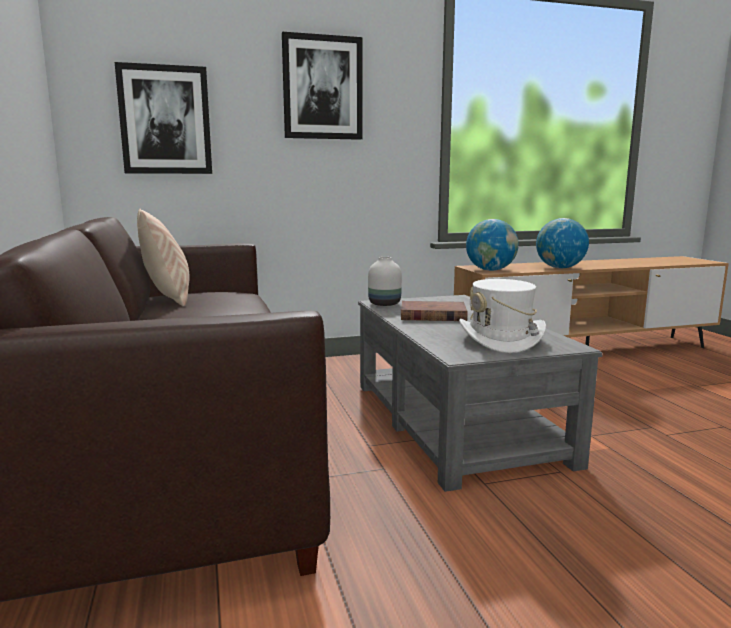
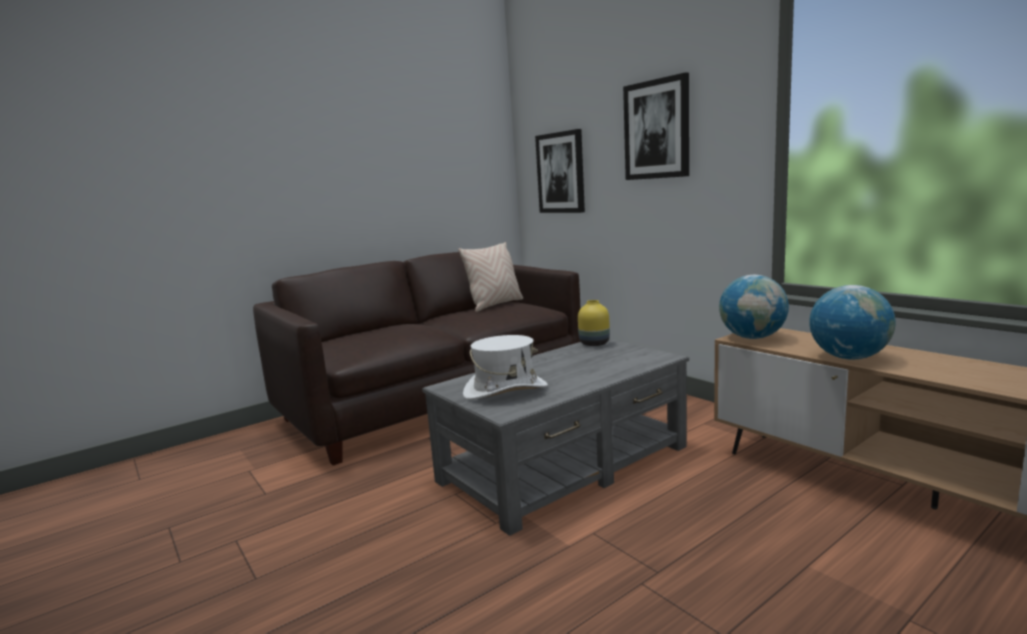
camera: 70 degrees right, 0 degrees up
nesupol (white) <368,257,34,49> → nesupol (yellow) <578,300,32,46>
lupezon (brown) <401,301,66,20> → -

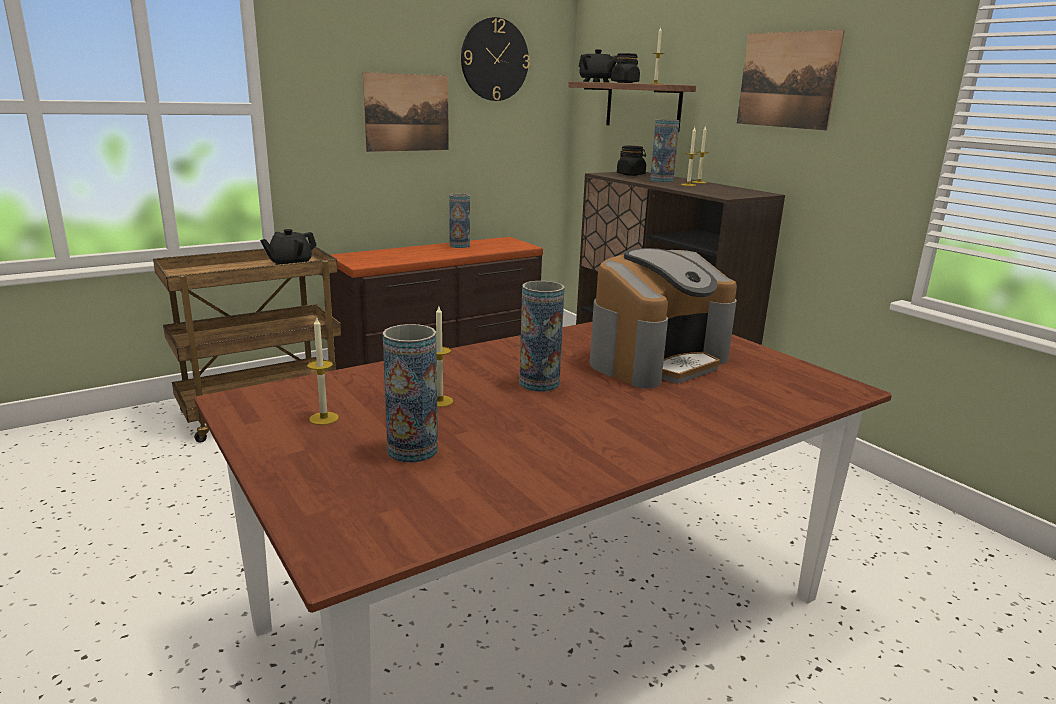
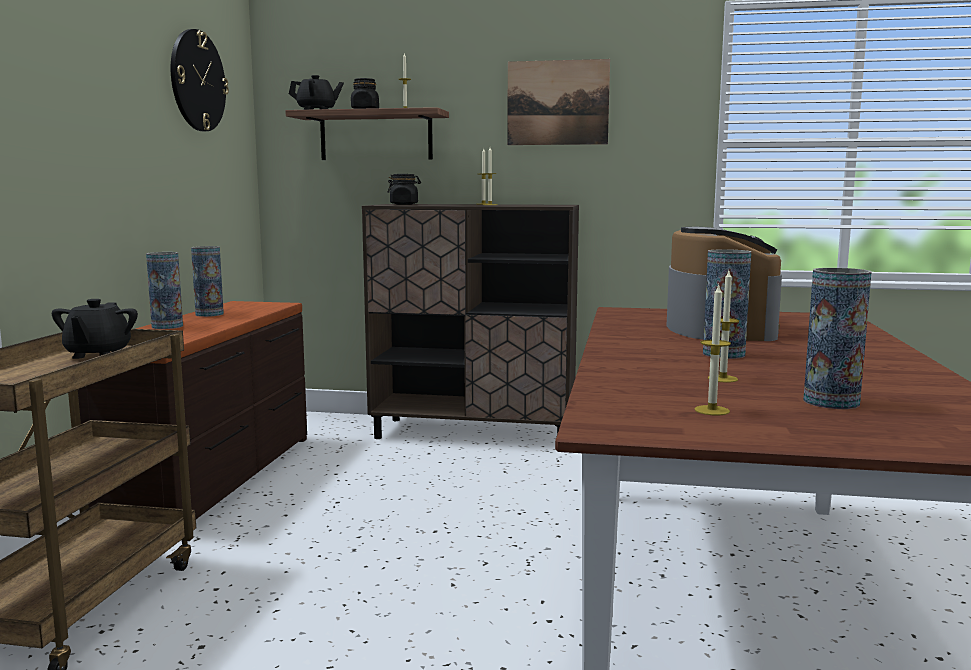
camera: 45 degrees left, 10 degrees down
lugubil <362,72,87,80> → -
nesupol <650,119,30,63> → nesupol <146,252,37,77>, shifted

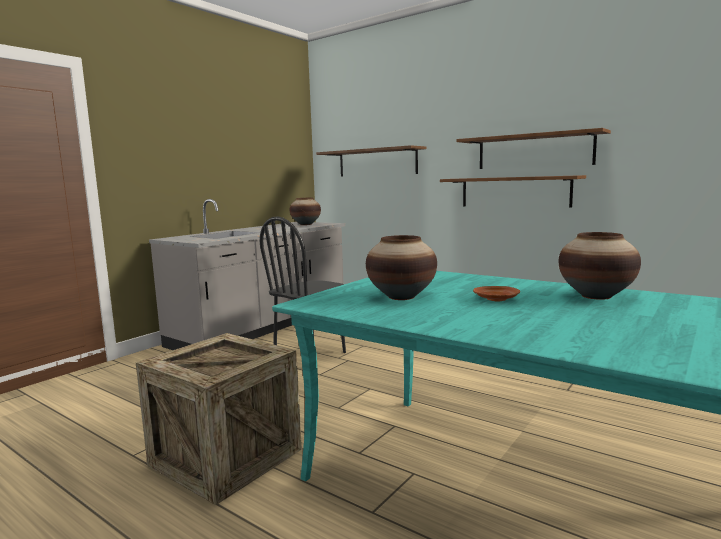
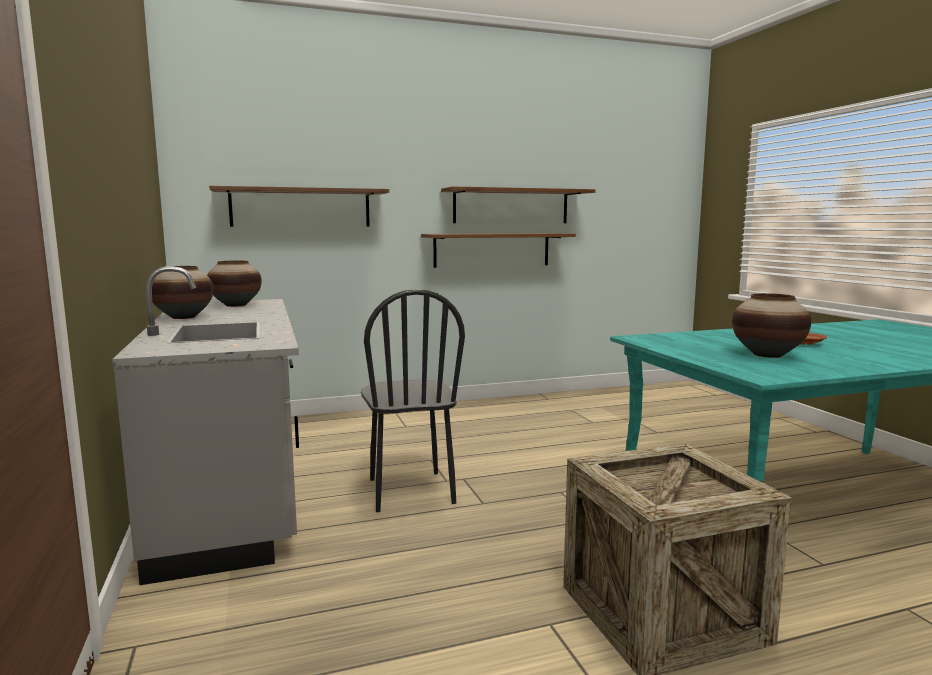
camera: 55 degrees left, 0 degrees up
nesupol <559,232,82,68> → nesupol <152,266,61,53>, shifted

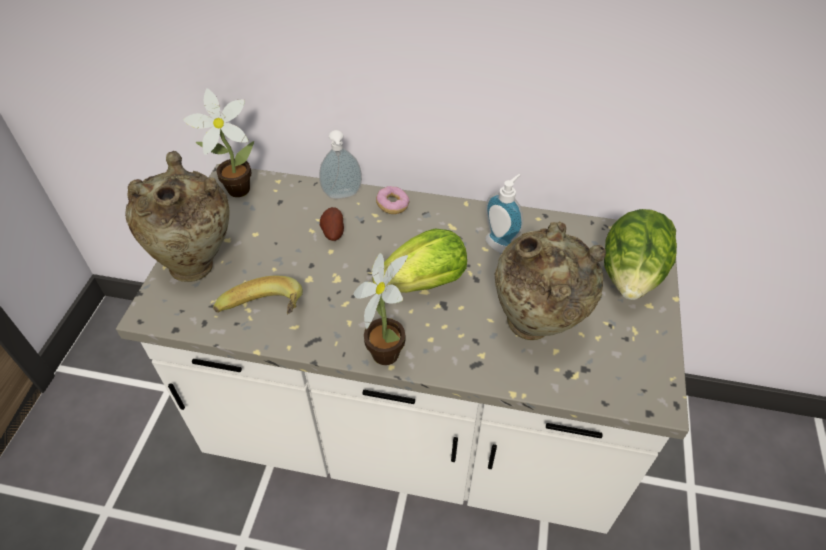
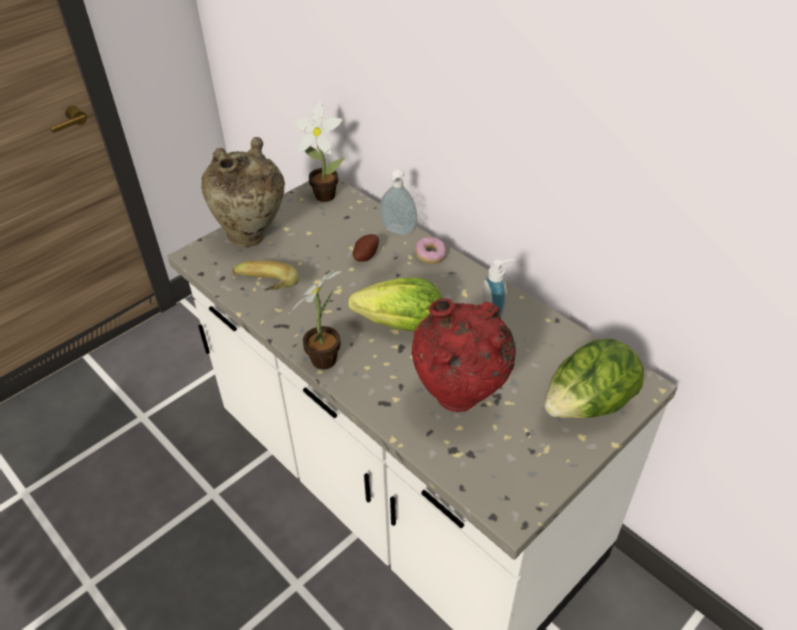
camera: 35 degrees right, 5 degrees down
nesupol (beige) <495,221,111,119> → nesupol (red) <411,298,105,114>

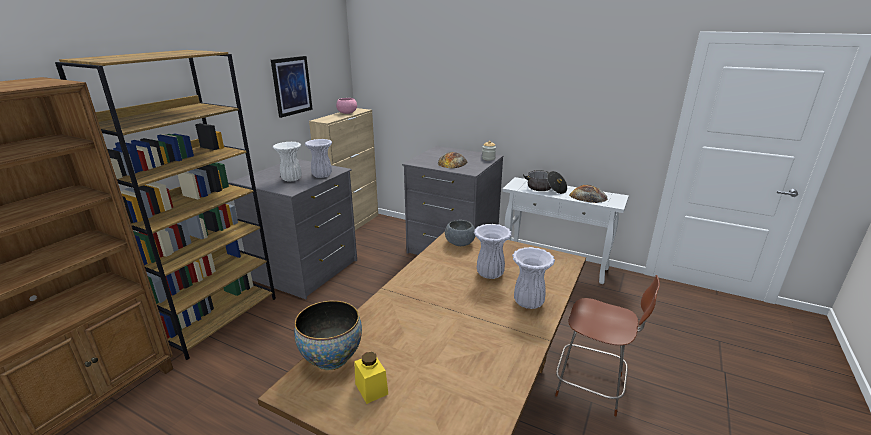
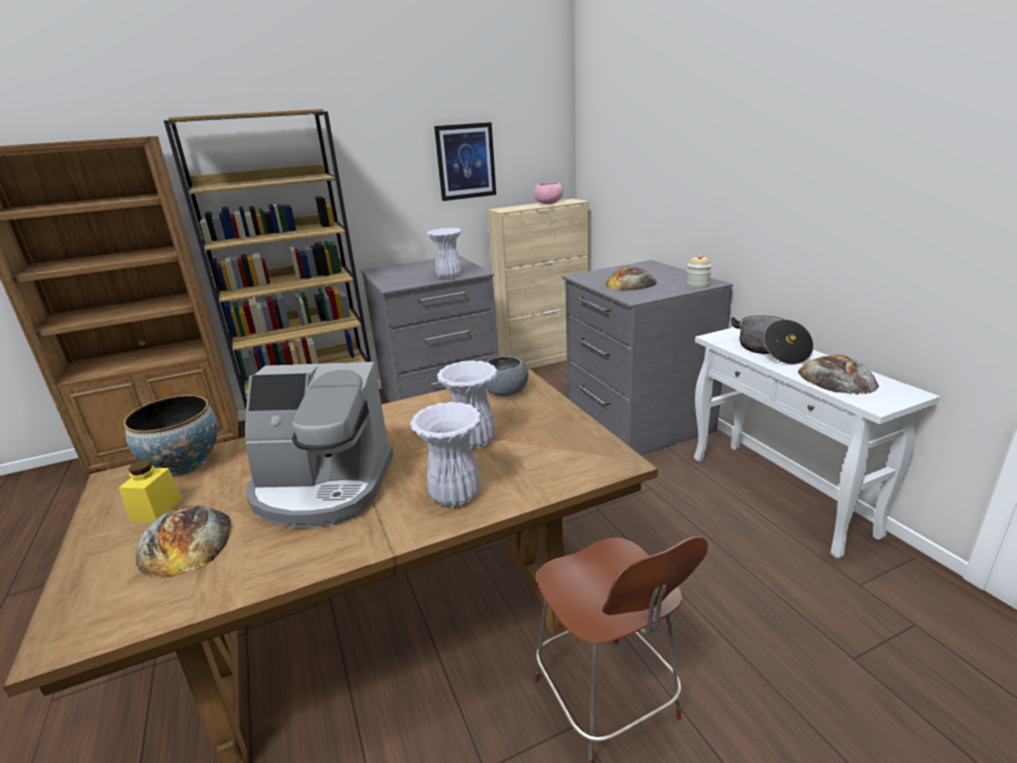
camera: 40 degrees right, 0 degrees up
nesupol (white) <273,142,29,40> → -
- → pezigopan <245,362,149,166>
- → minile <136,506,95,72>

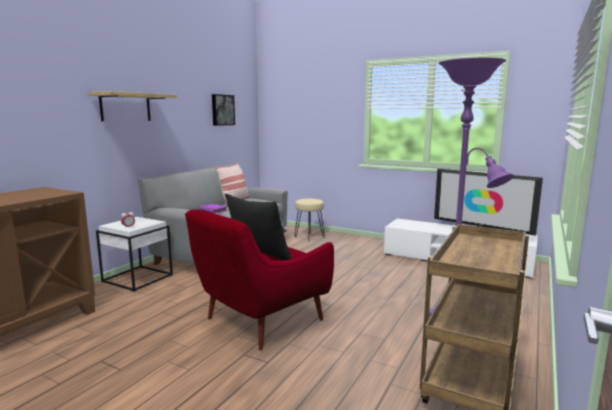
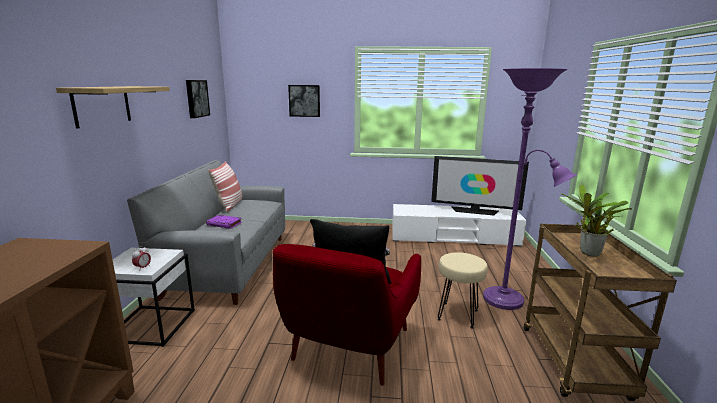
camera: 25 degrees left, 5 degrees up
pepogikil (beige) <295,199,29,43> → pepogikil (beige) <437,252,51,77>, shifted
- → lugubil <288,85,32,32>
- → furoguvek <561,184,71,73>

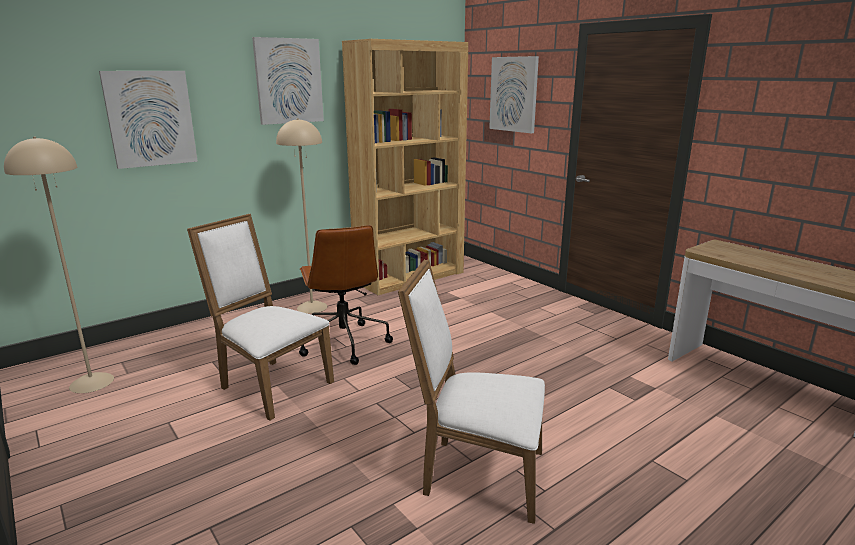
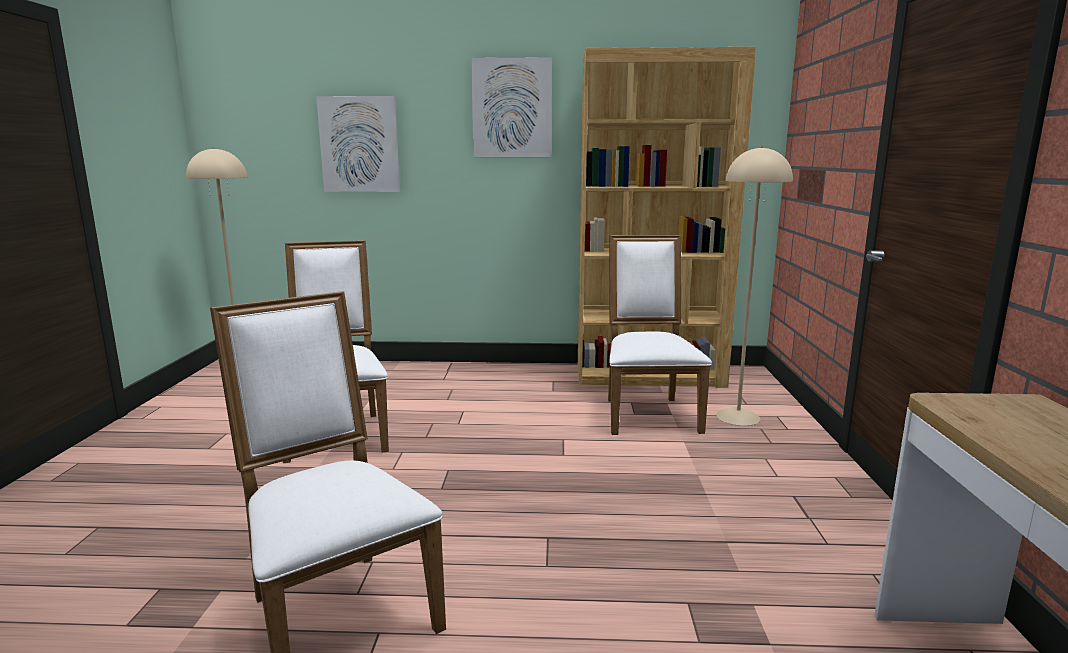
camera: 40 degrees right, 5 degrees down
lugubil <489,56,50,77> → -
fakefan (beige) <276,118,51,196> → fakefan (beige) <716,146,77,280>, shifted
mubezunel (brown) <299,225,94,140> → -
- → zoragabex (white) <608,235,104,200>

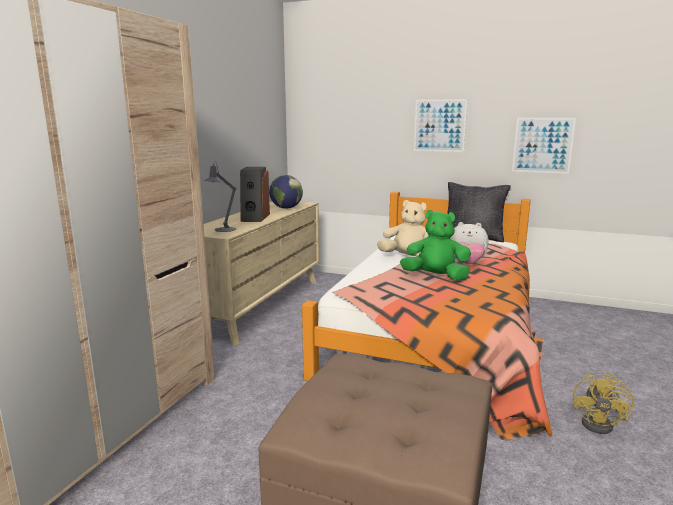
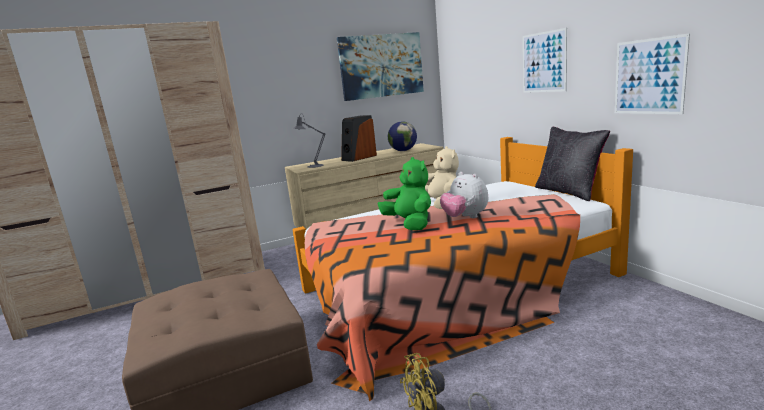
camera: 45 degrees right, 0 degrees up
- → lugubil <337,32,87,69>

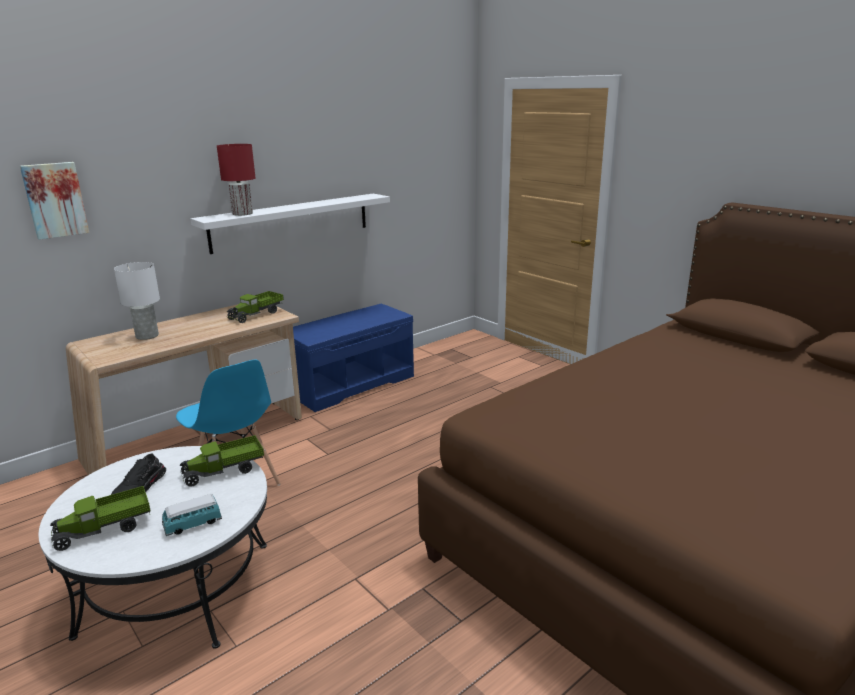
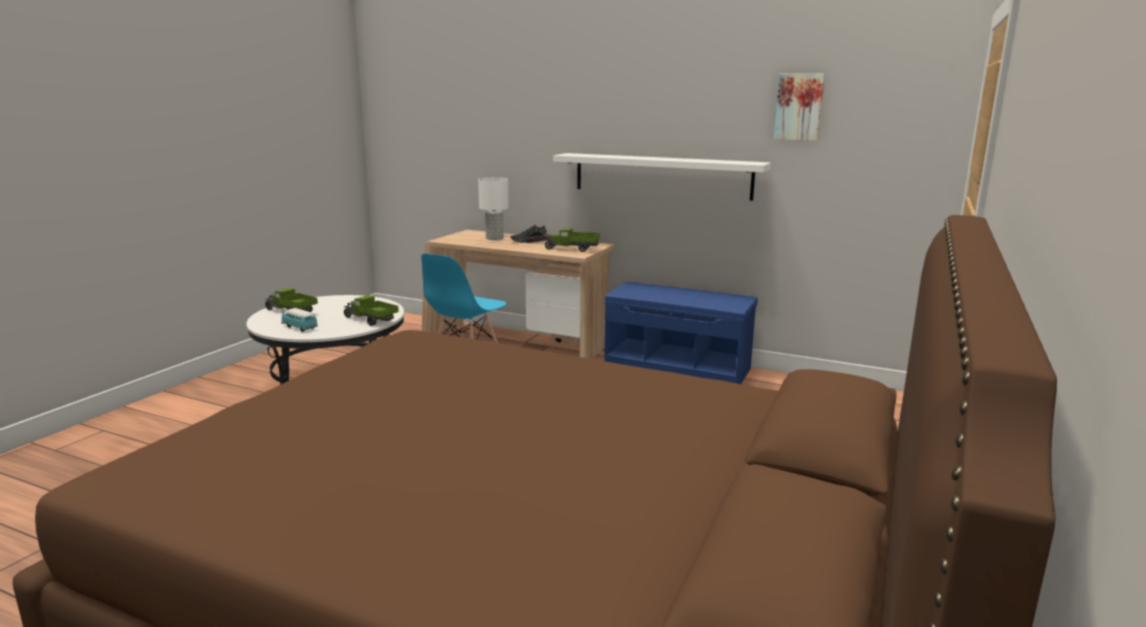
camera: 65 degrees right, 5 degrees down
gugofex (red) <217,144,38,72> → -
lugubil <20,162,69,78> → lugubil <774,73,51,68>, shifted
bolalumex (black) <111,454,55,41> → bolalumex (black) <511,225,38,18>, shifted

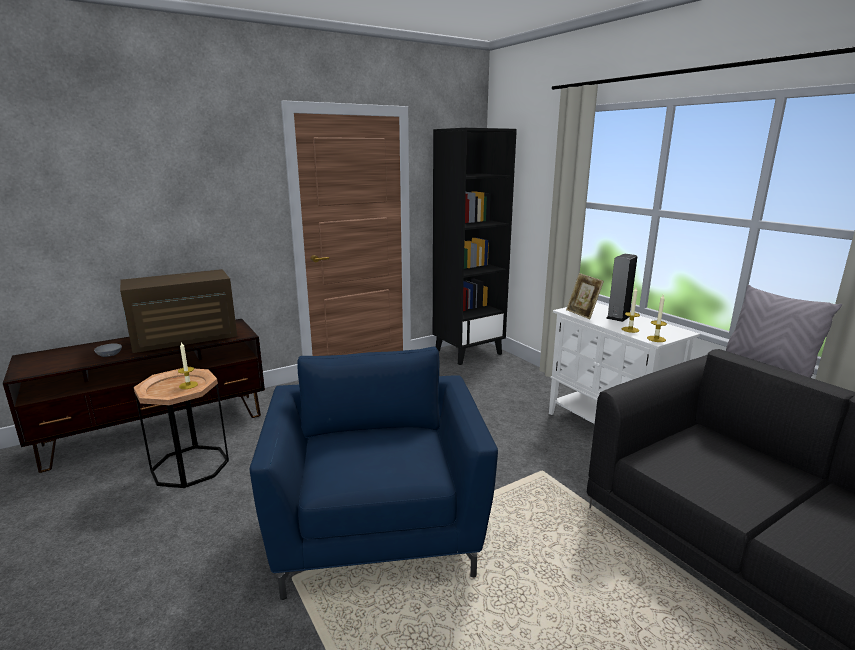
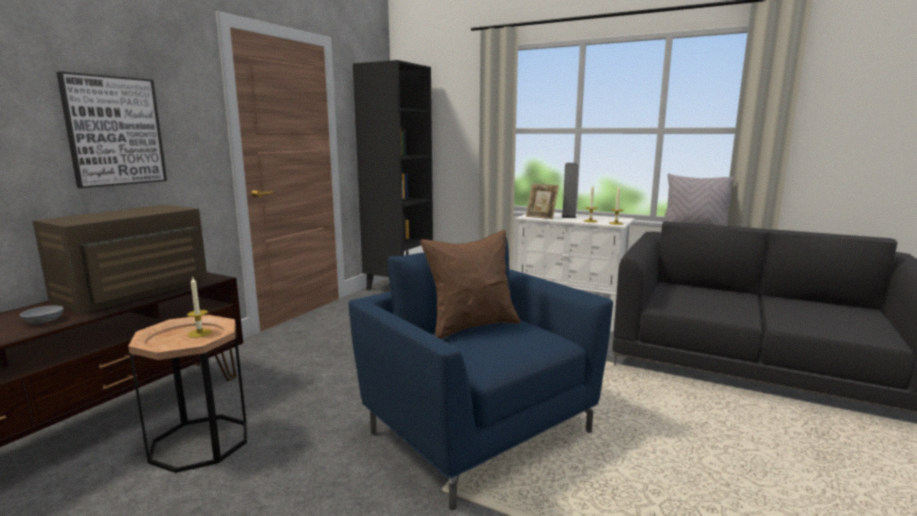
camera: 30 degrees left, 5 degrees down
- → lugubil <56,71,111,117>
- → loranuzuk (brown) <420,230,100,109>

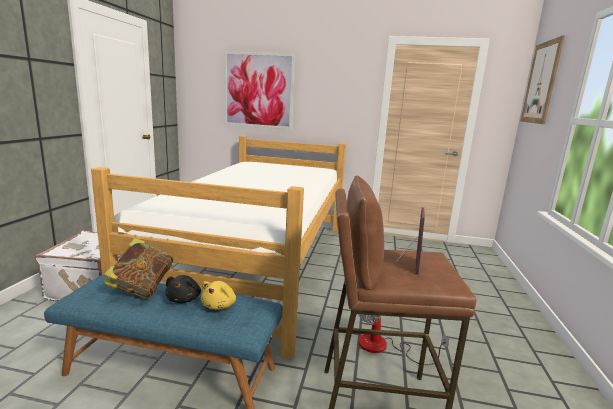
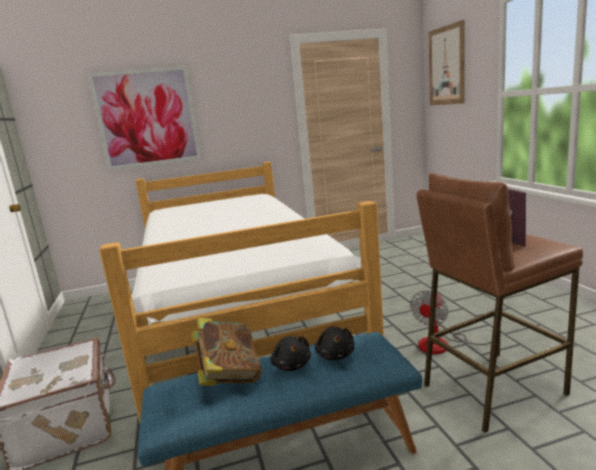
camera: 25 degrees left, 0 degrees up
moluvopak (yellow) <201,281,35,29> → moluvopak (black) <315,327,39,33>

